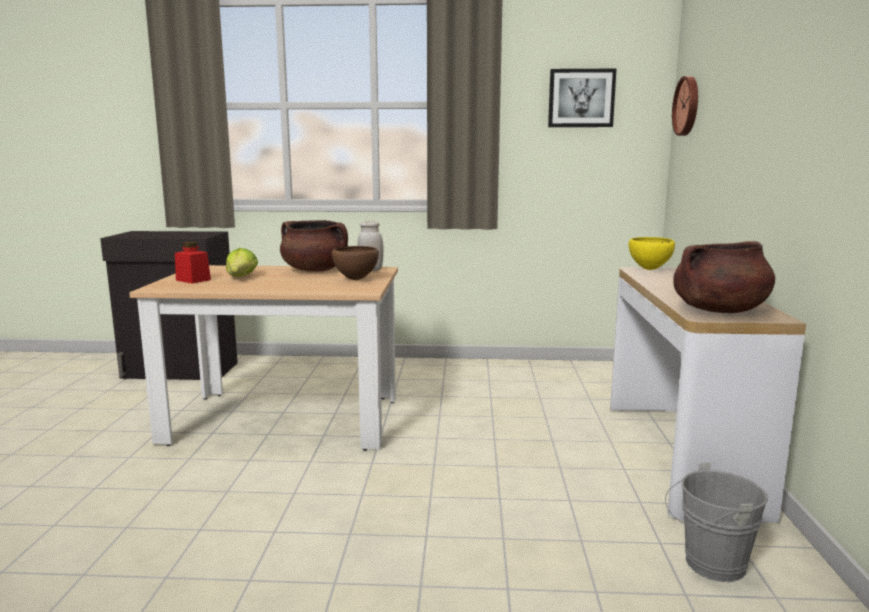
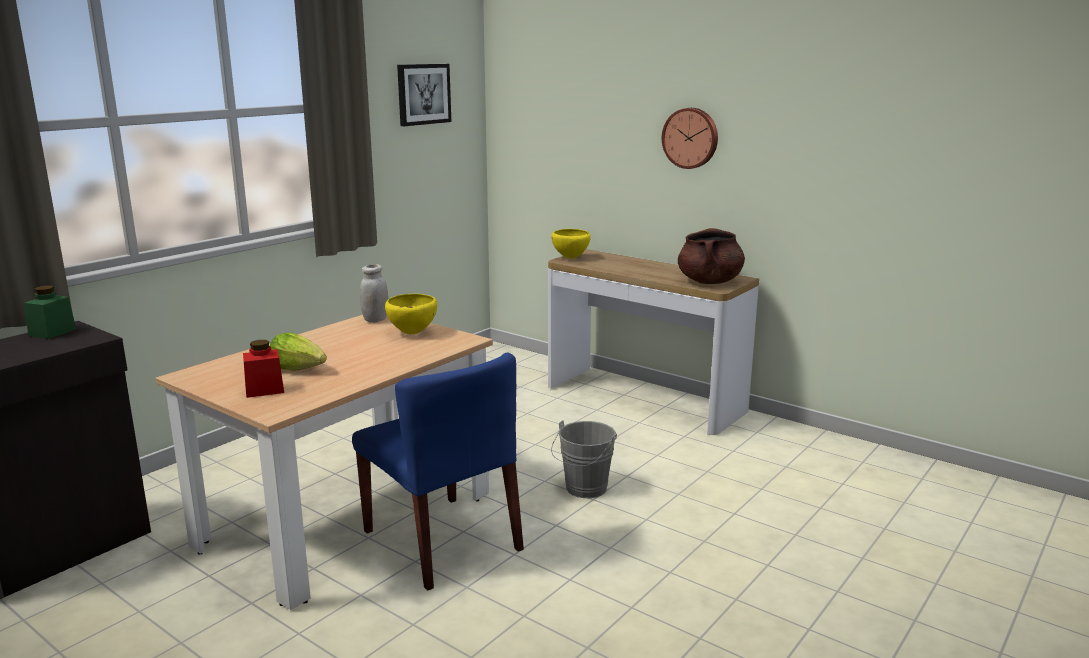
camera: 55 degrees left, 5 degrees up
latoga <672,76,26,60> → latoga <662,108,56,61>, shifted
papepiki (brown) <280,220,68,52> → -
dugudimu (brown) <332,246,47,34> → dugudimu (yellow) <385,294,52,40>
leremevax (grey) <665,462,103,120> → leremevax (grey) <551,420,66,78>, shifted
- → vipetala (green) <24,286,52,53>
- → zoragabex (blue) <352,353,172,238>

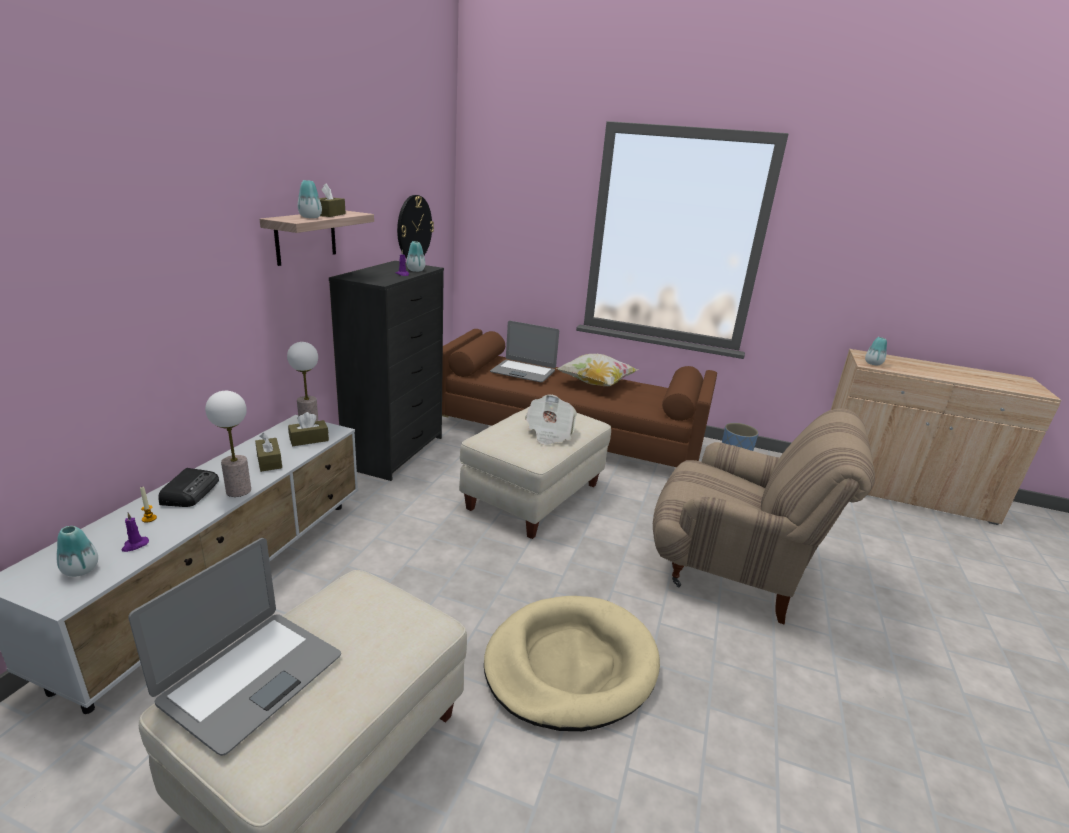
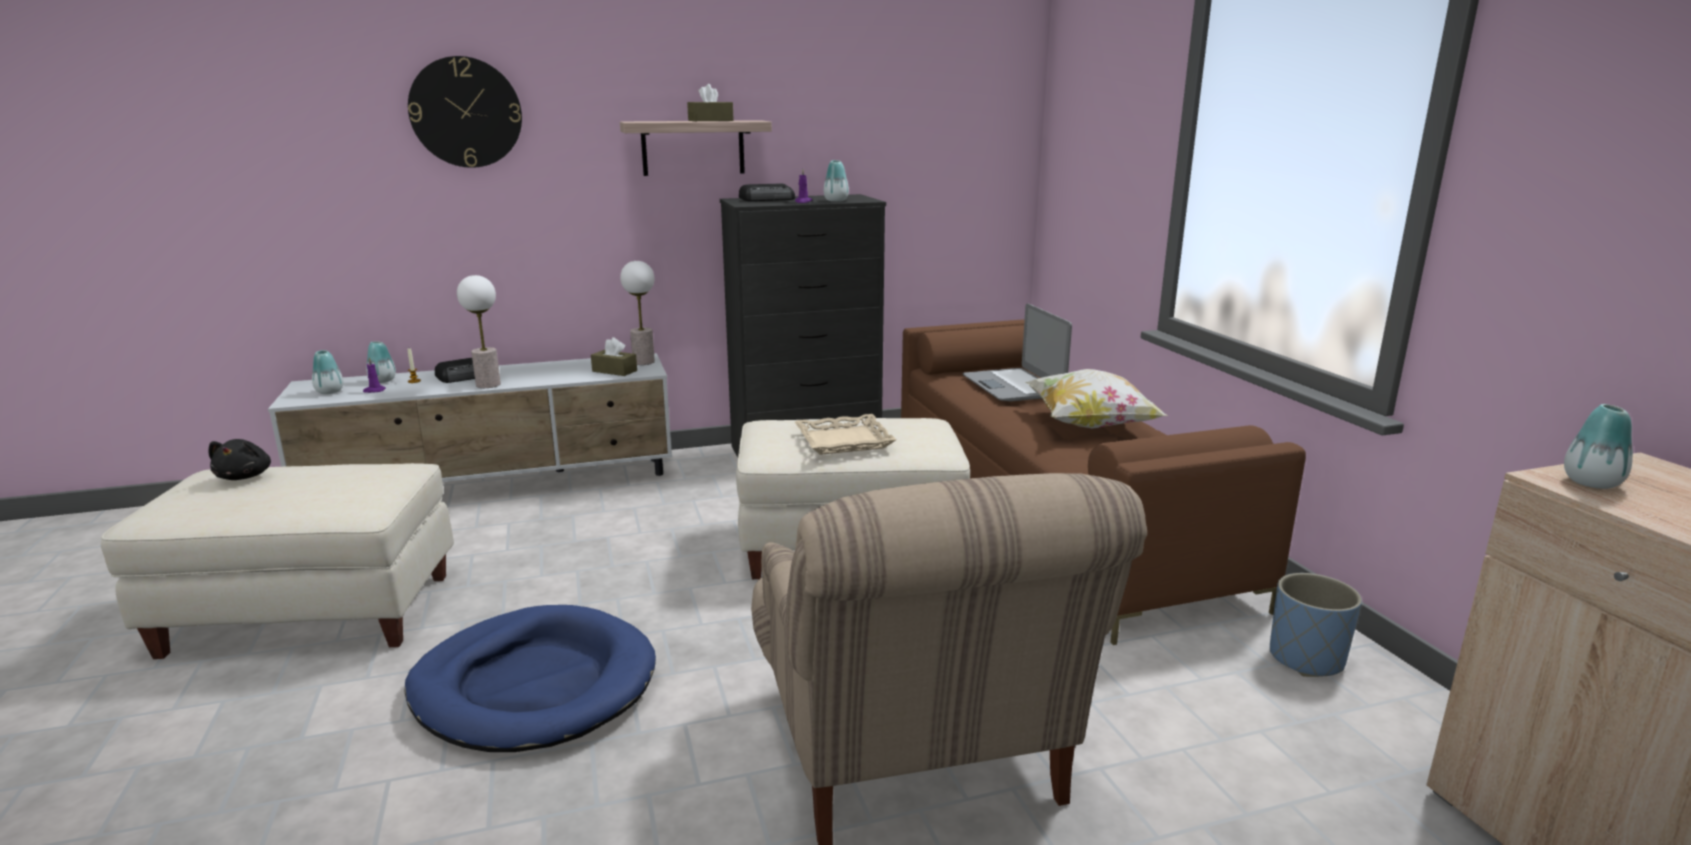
camera: 55 degrees right, 5 degrees down
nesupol <298,180,24,38> → nesupol <366,341,30,42>, shifted
latoga <397,195,37,64> → latoga <408,56,114,112>, shifted
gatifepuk <525,394,52,51> → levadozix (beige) <795,414,102,41>
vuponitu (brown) <255,433,27,39> → -
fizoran <128,538,213,218> → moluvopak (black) <208,439,63,41>
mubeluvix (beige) <484,596,176,135> → mubeluvix (blue) <404,605,252,147>
- → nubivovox <739,183,56,18>

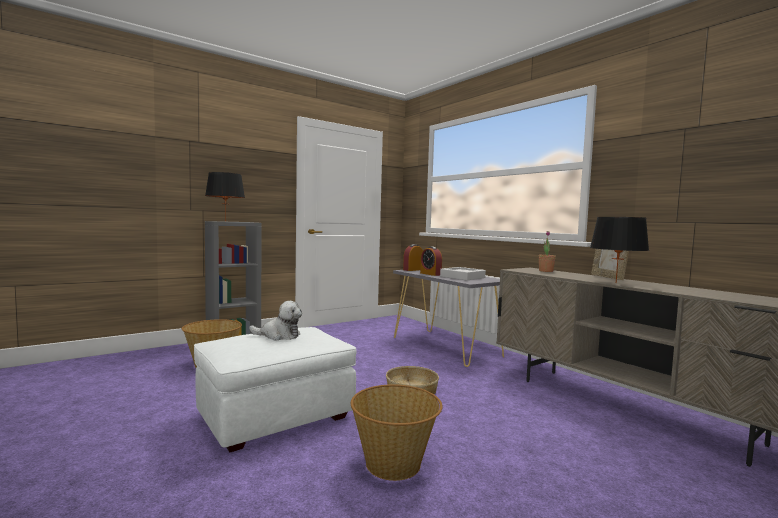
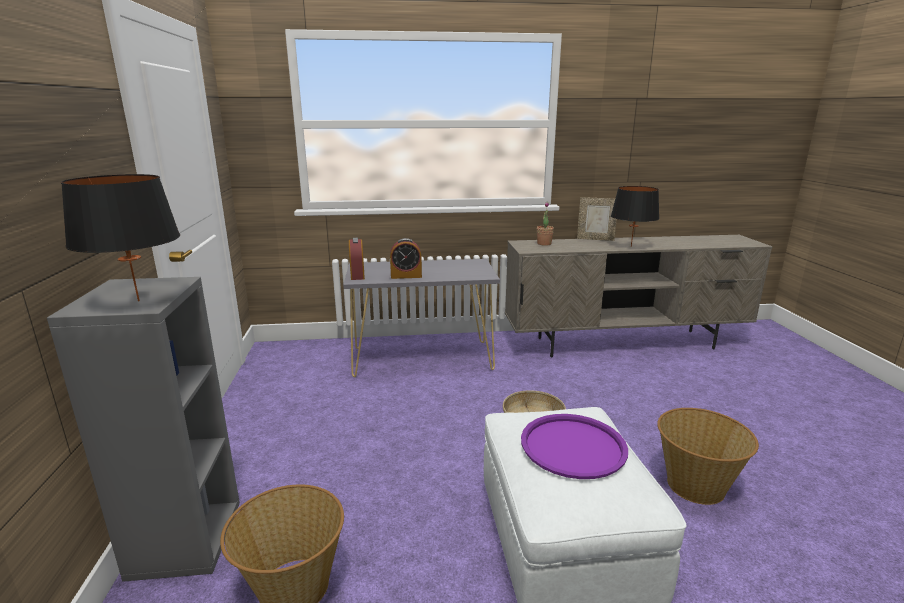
camera: 60 degrees left, 15 degrees up
levadozix (grey) <440,267,46,13> → -
moluvopak <249,301,53,40> → levadozix (purple) <521,414,107,65>

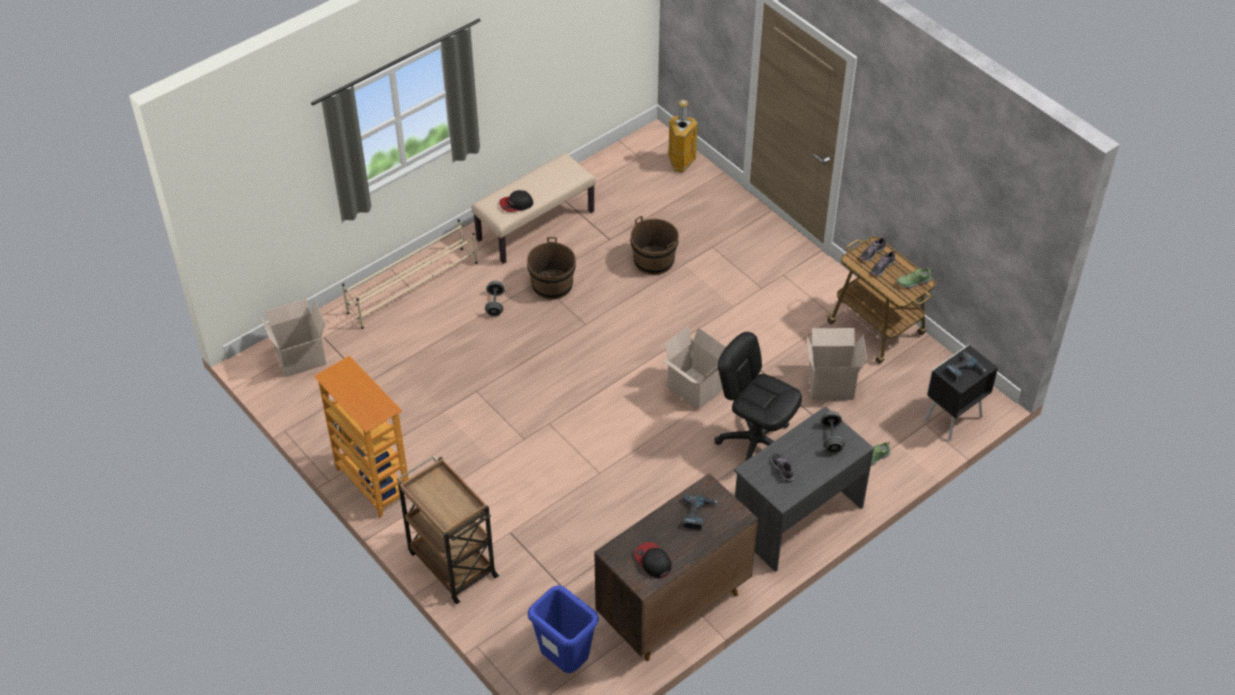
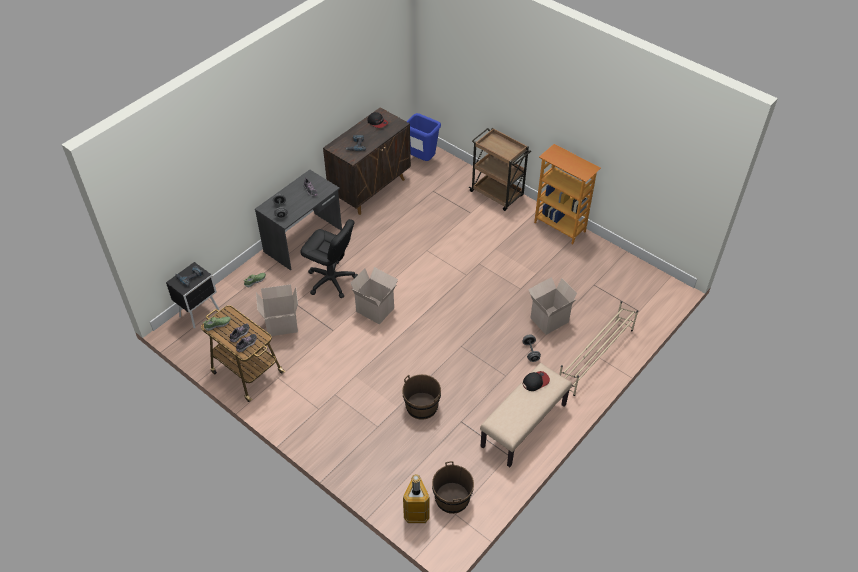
camera: 170 degrees right, 0 degrees up
leremevax (brown) <527,237,49,63> → leremevax (brown) <432,461,42,53>, shifted
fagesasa <261,298,65,79> → fagesasa <528,277,49,58>, shifted

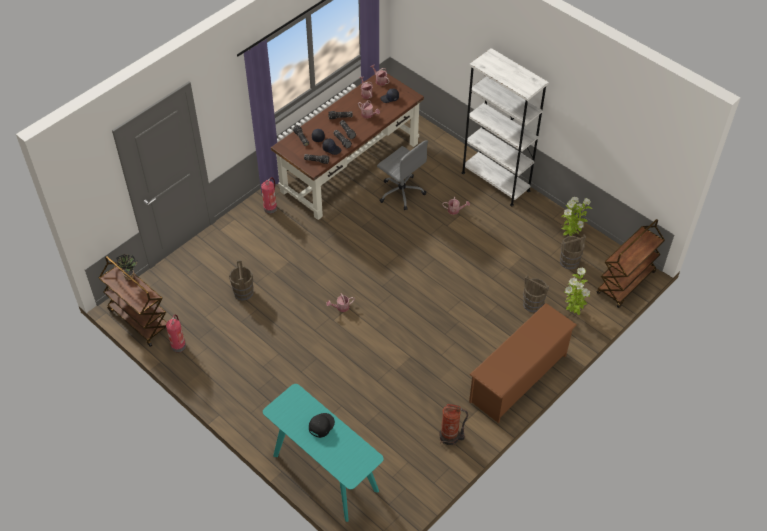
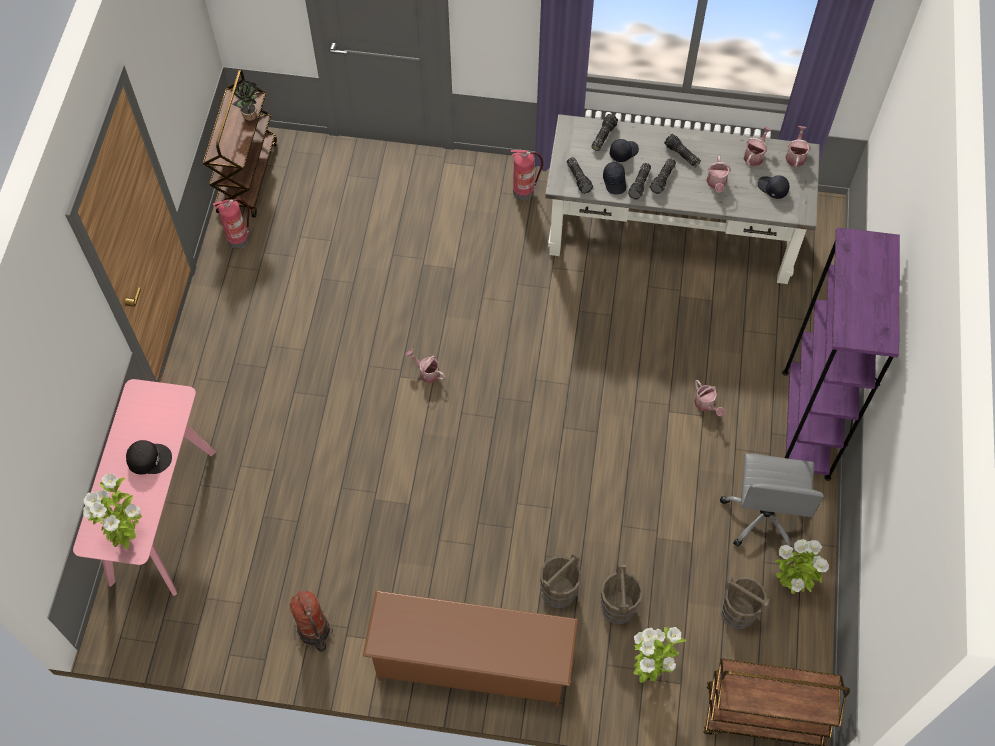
camera: 55 degrees right, 10 degrees up
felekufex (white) <462,48,87,158> → felekufex (purple) <782,227,118,254>
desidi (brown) <271,73,153,147> → desidi (grey) <545,114,275,170>
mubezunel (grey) <377,140,51,70> → mubezunel (grey) <720,453,104,99>, shifted
leremevax (brown) <229,260,25,40> → leremevax (brown) <540,552,41,56>, shifted
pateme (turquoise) <263,384,121,138> → pateme (pink) <73,379,143,217>
- → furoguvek <83,474,59,75>

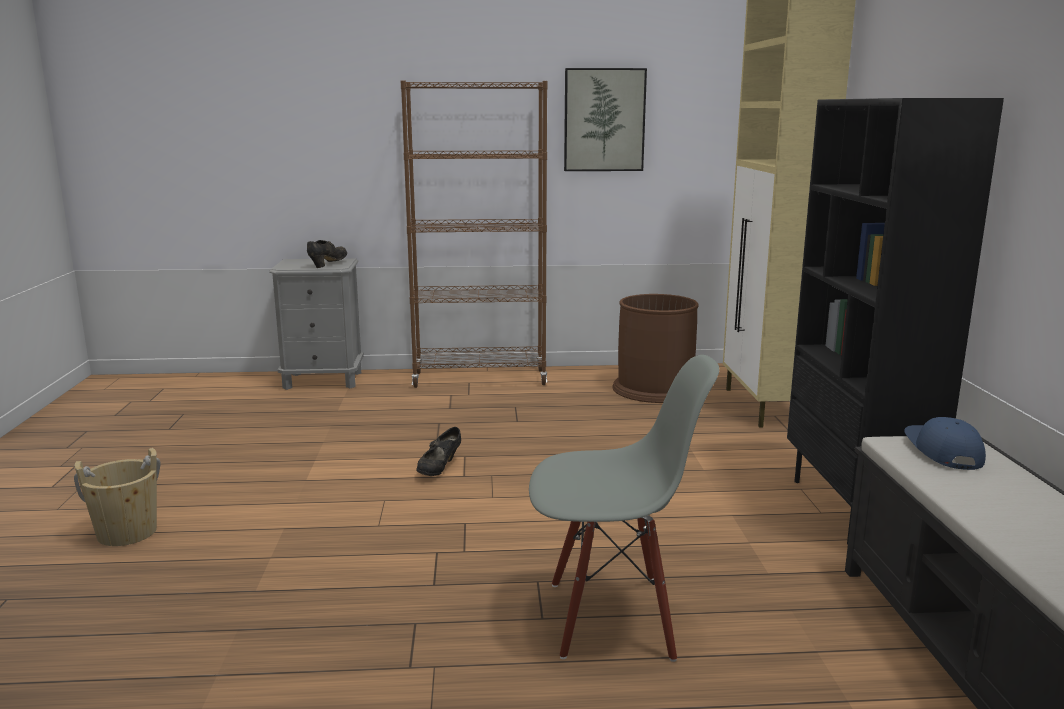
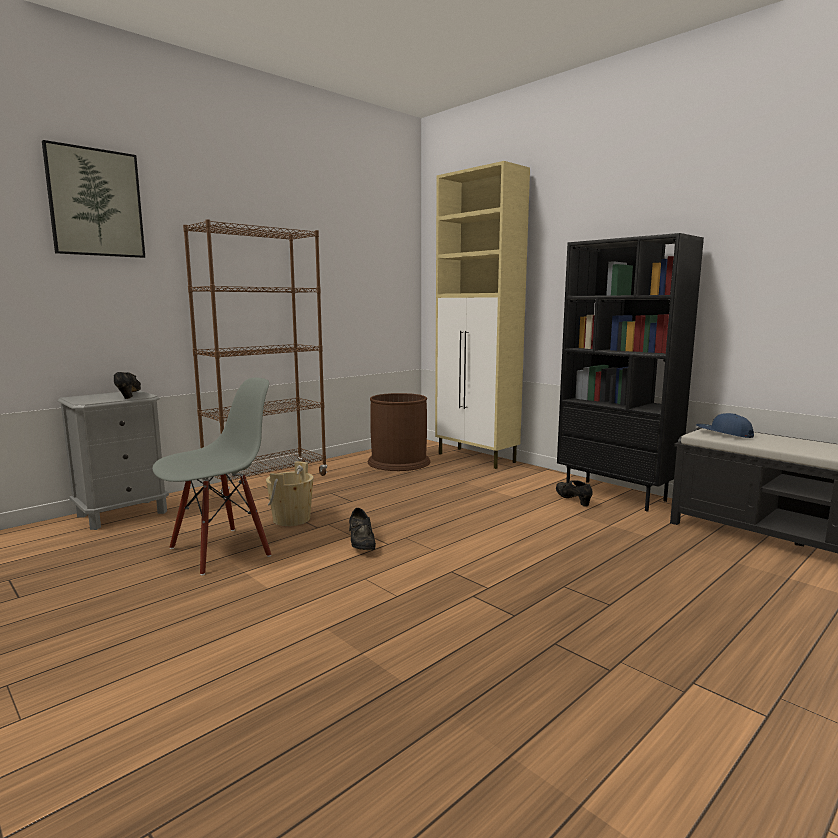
camera: 40 degrees left, 5 degrees down
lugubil <564,68,83,103> → lugubil <42,140,103,118>, shifted
zoragabex (grey) <529,355,190,307> → zoragabex (grey) <153,377,118,199>, shifted
leremevax (beige) <74,448,87,98> → leremevax (beige) <266,461,48,65>, shifted
- → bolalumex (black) <556,480,37,27>

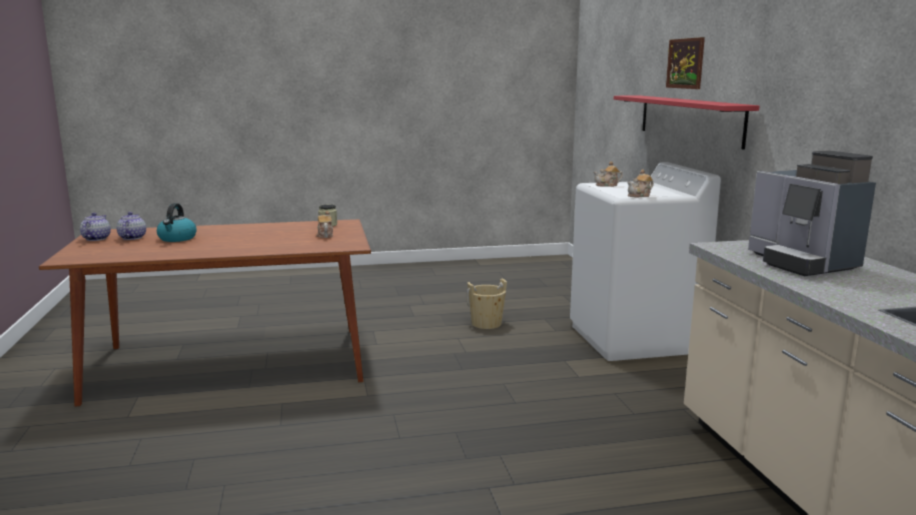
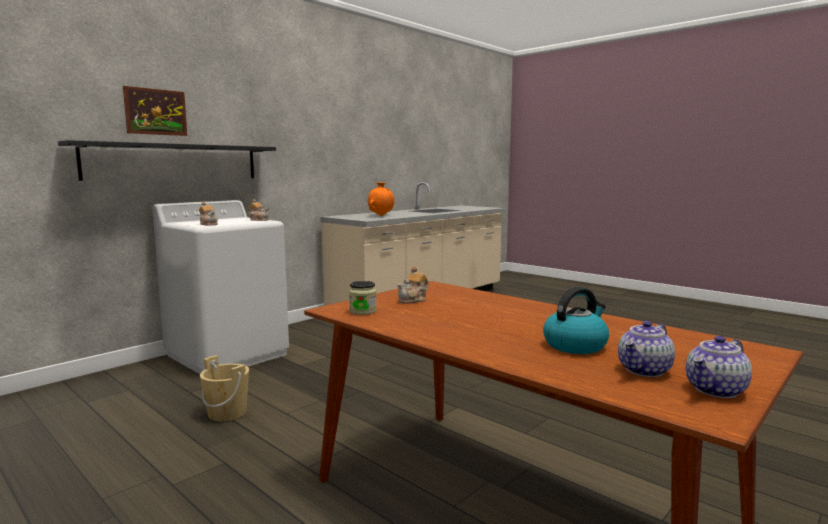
camera: 125 degrees left, 5 degrees down
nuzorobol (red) <614,96,146,54> → nuzorobol (black) <58,140,218,41>
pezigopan <748,151,128,125> → nesupol (orange) <368,182,26,34>

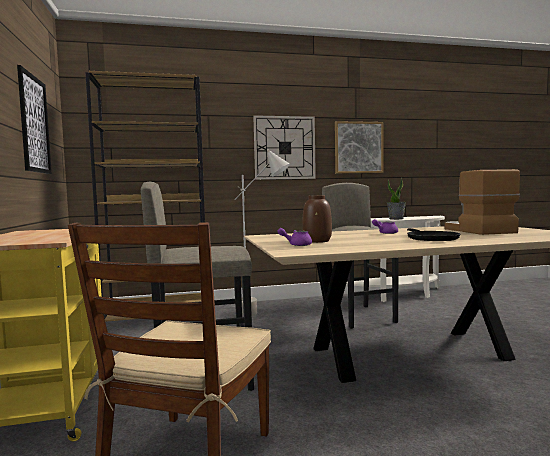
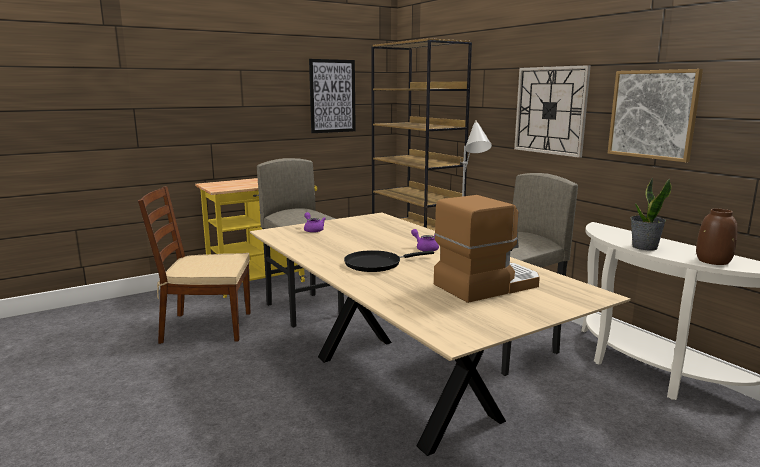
camera: 70 degrees right, 10 degrees up
nesupol (brown) <302,195,30,48> → nesupol (brown) <696,209,42,56>, shifted

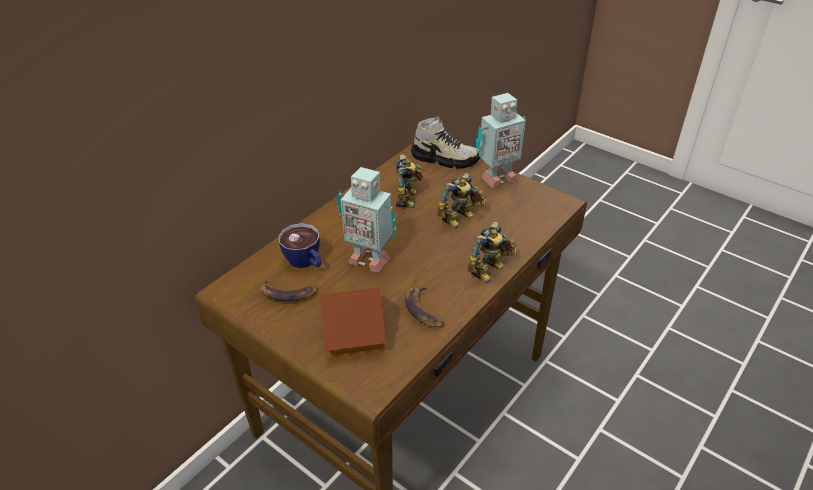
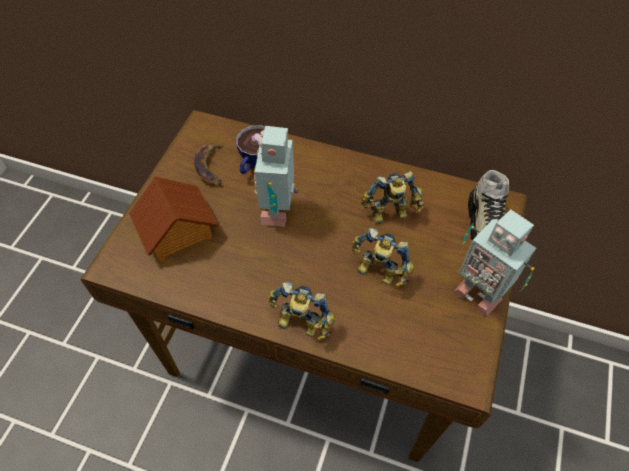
camera: 70 degrees right, 15 degrees up
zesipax <405,286,39,41> → -

